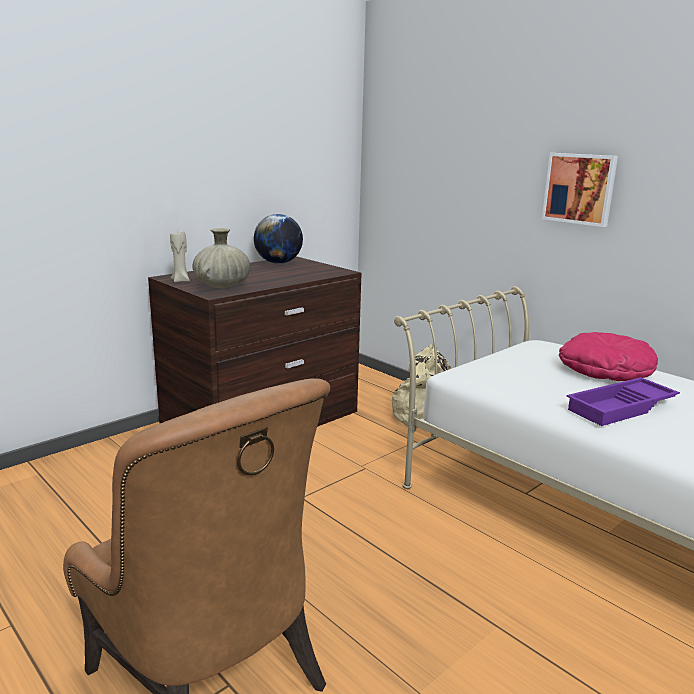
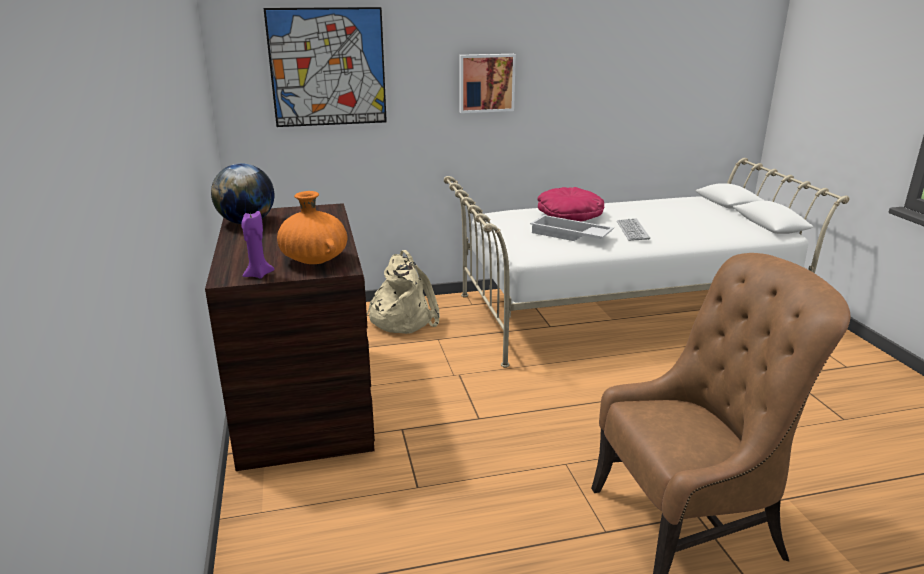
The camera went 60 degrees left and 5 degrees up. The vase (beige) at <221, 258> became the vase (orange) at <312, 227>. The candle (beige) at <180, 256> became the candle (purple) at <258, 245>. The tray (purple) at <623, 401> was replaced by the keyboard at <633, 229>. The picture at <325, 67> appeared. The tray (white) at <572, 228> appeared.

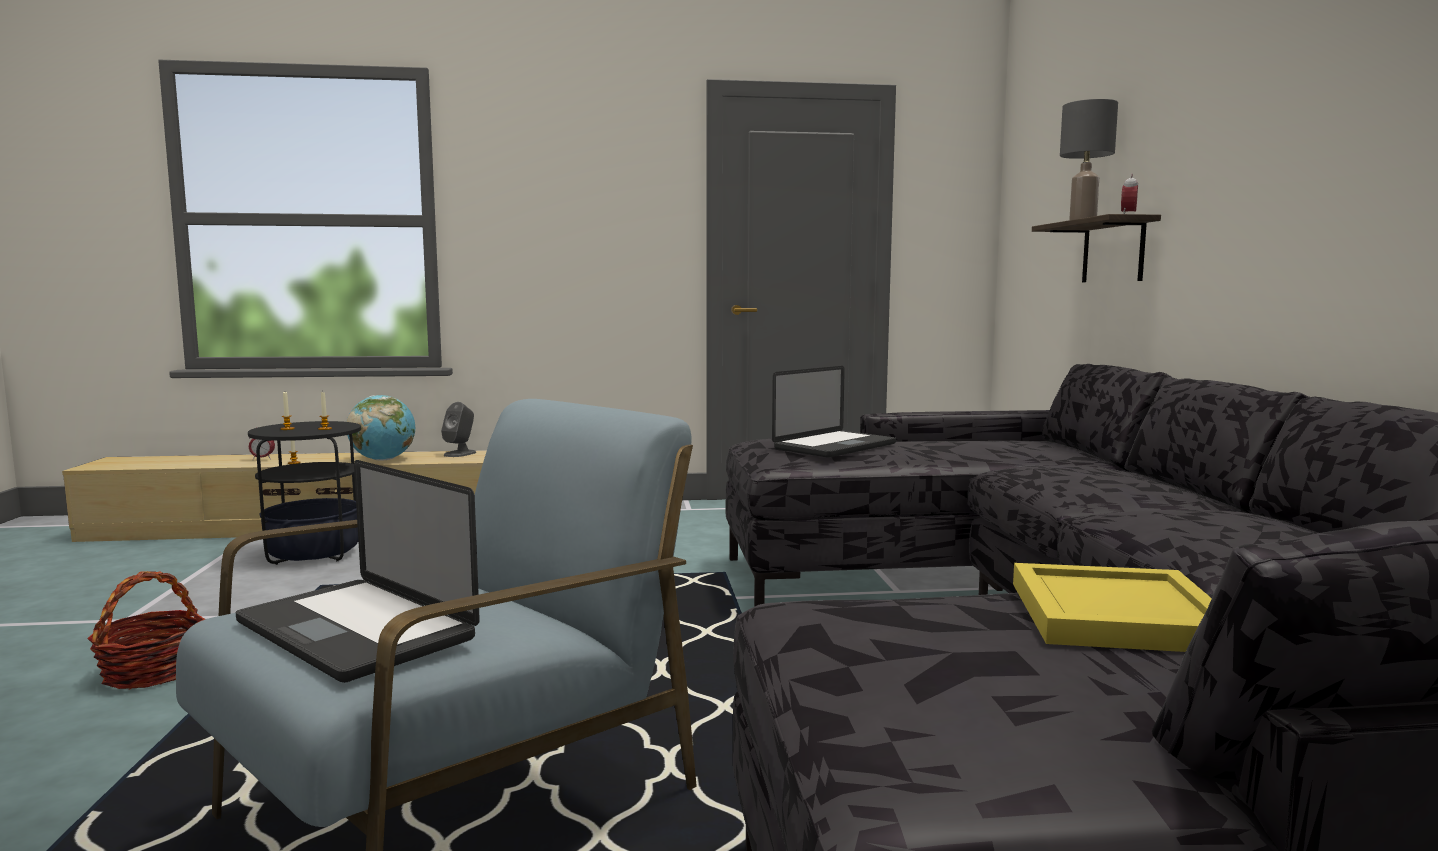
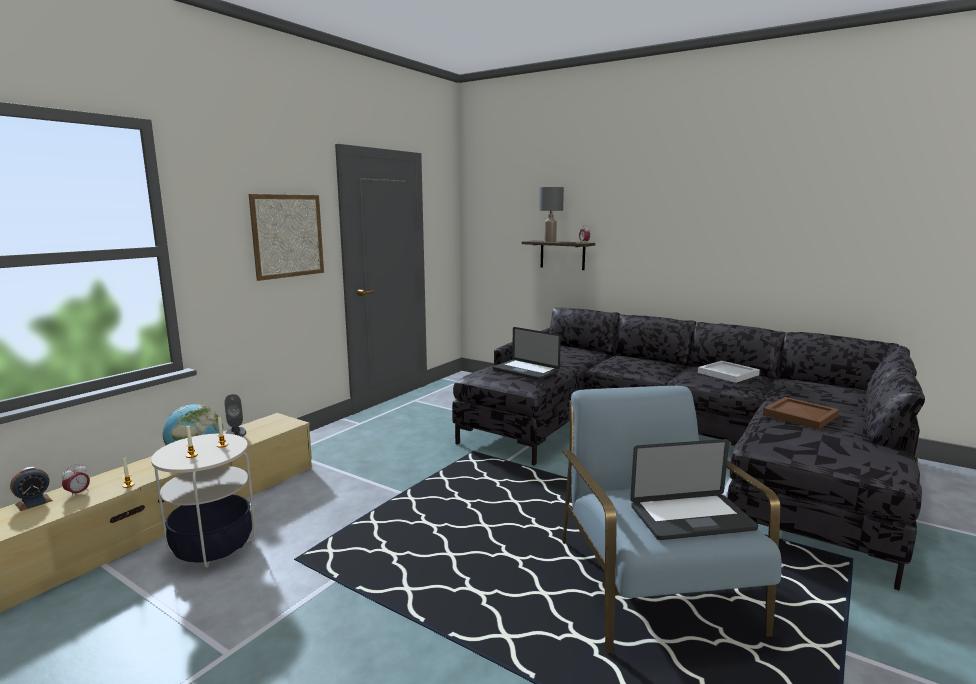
The camera went 50 degrees left and 5 degrees up. The laptop at <834, 412> turned 135 degrees clockwise. The side table (black) at <304, 493> became the side table (beige) at <203, 501>. The tray (yellow) at <1112, 607> became the tray (brown) at <801, 413>. The basket at <146, 630> disappeared. The picture at <286, 236> appeared. The tray (white) at <729, 372> appeared. The alarm clock at <31, 489> appeared.

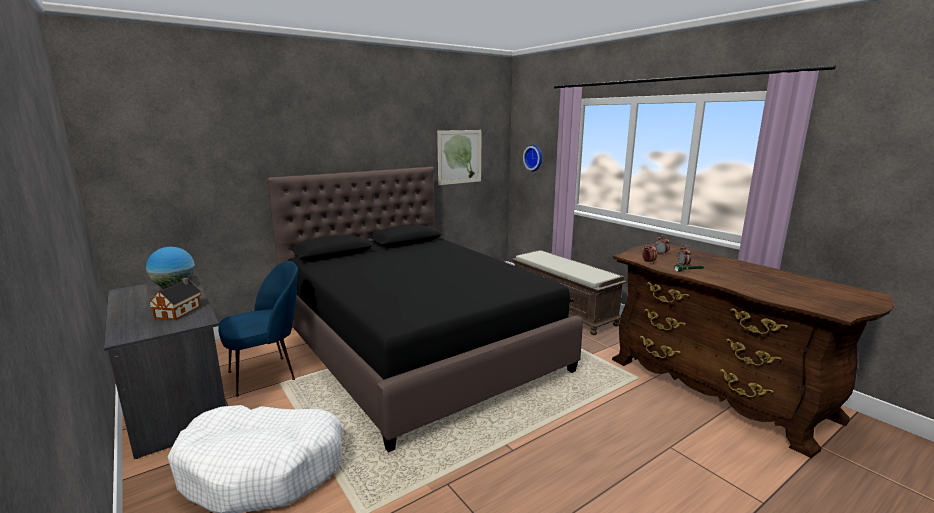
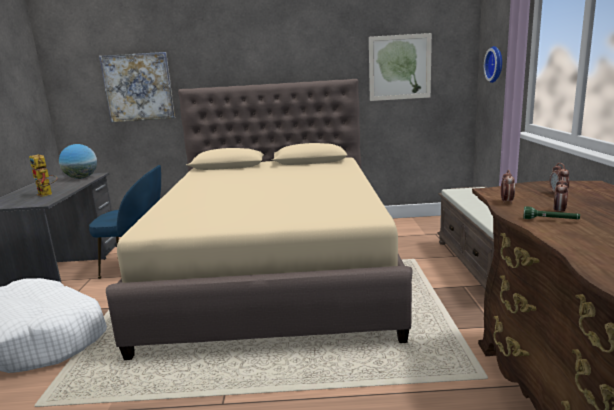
The camera went 35 degrees right and 0 degrees up. The bed (black) at <425, 310> became the bed (beige) at <259, 219>. The toy house at <174, 299> was replaced by the toy robot at <43, 175>. The picture at <137, 87> appeared.

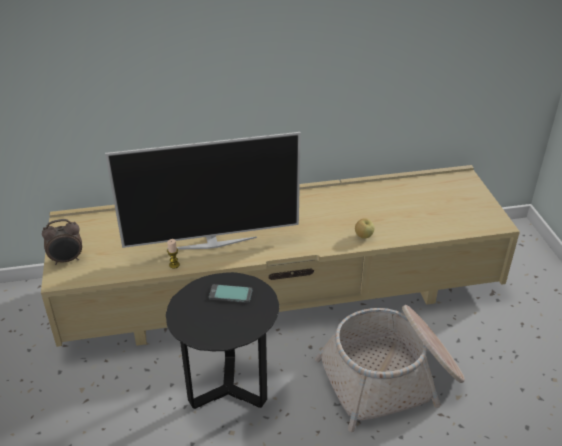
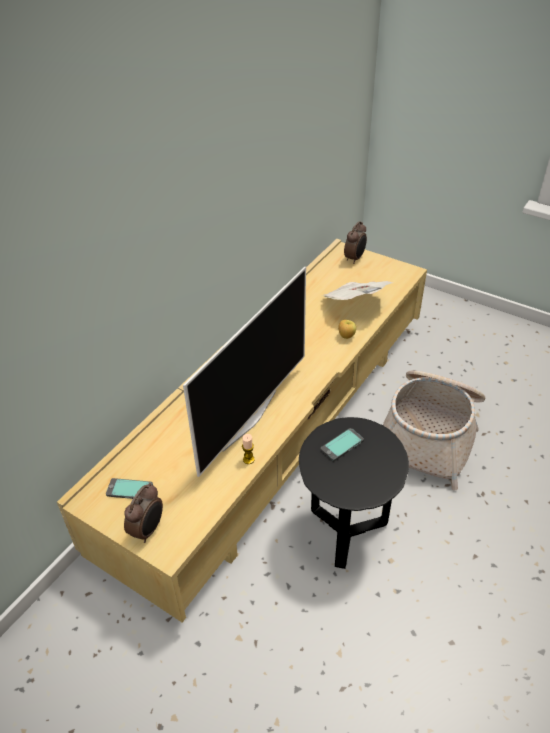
The camera went 45 degrees left and 5 degrees up. The alarm clock at <355, 242> appeared. The newspaper at <357, 290> appeared. The phone at <129, 488> appeared.

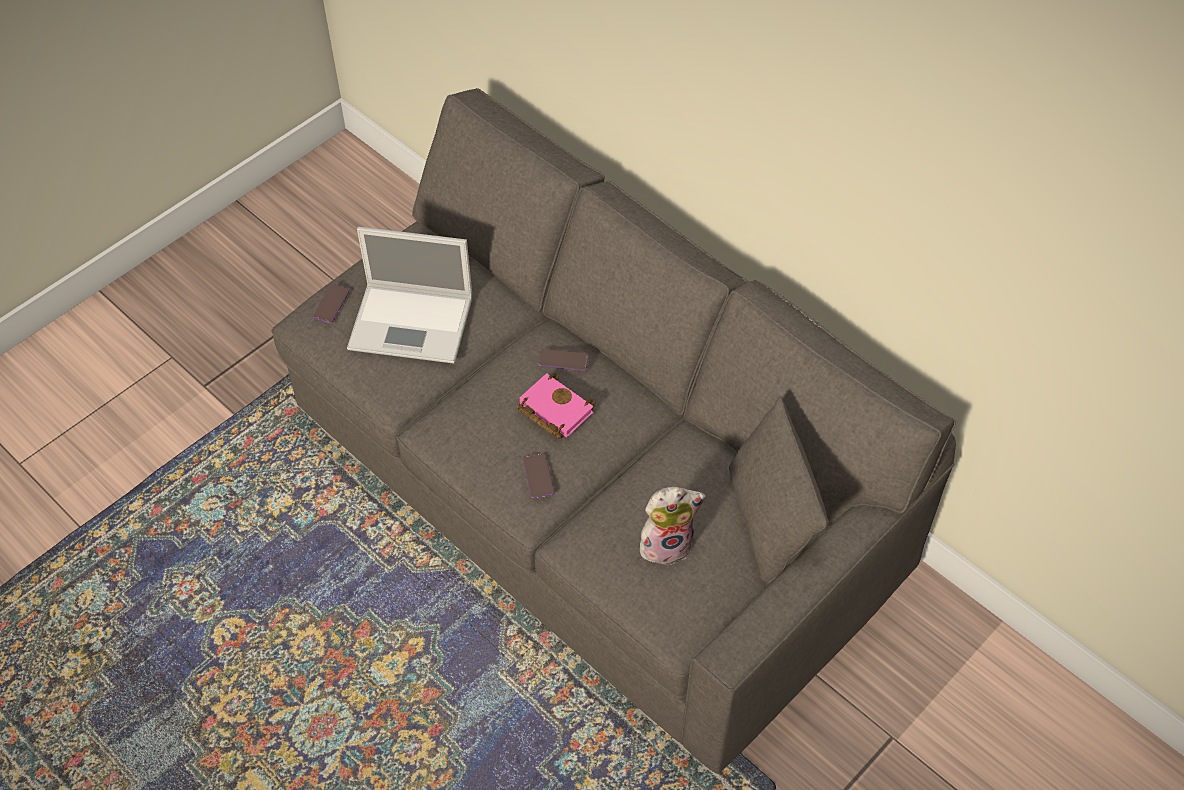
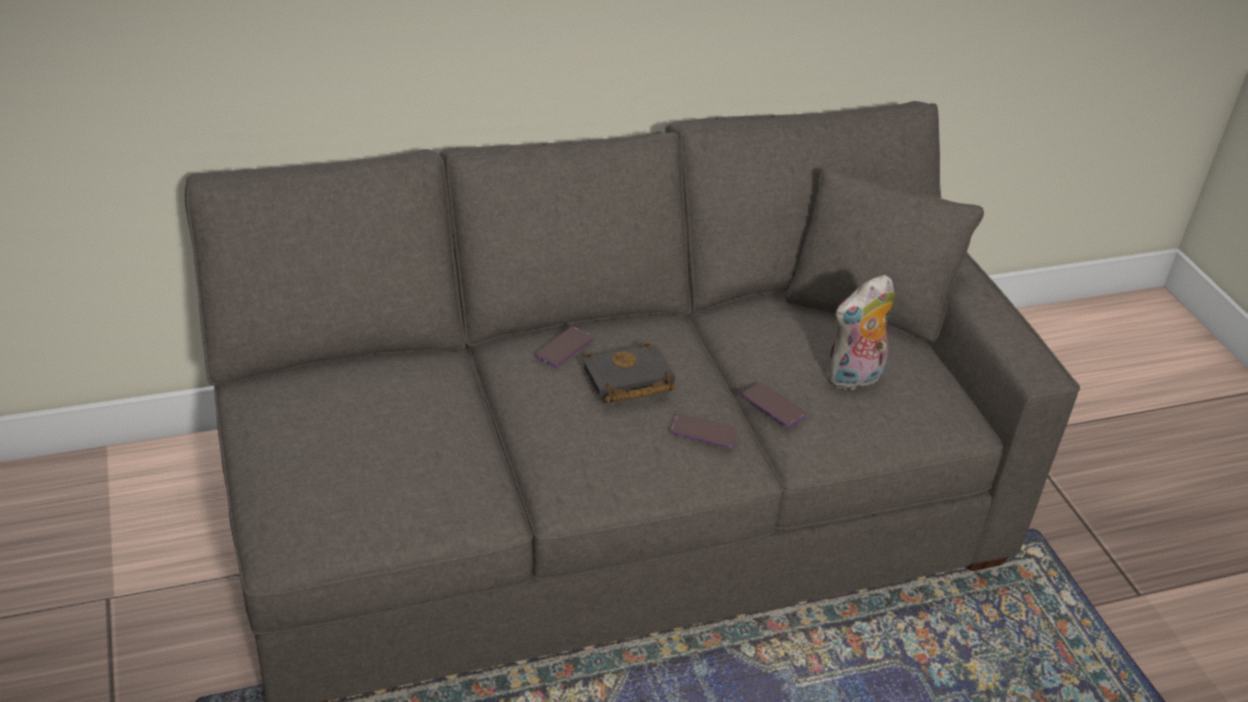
The camera went 65 degrees left and 15 degrees down. The laptop at <409, 295> disappeared. The phone moved from <331, 303> to <774, 405>. The book (pink) at <556, 406> became the book (black) at <628, 373>. The plush toy at <673, 526> turned 135 degrees counterclockwise.

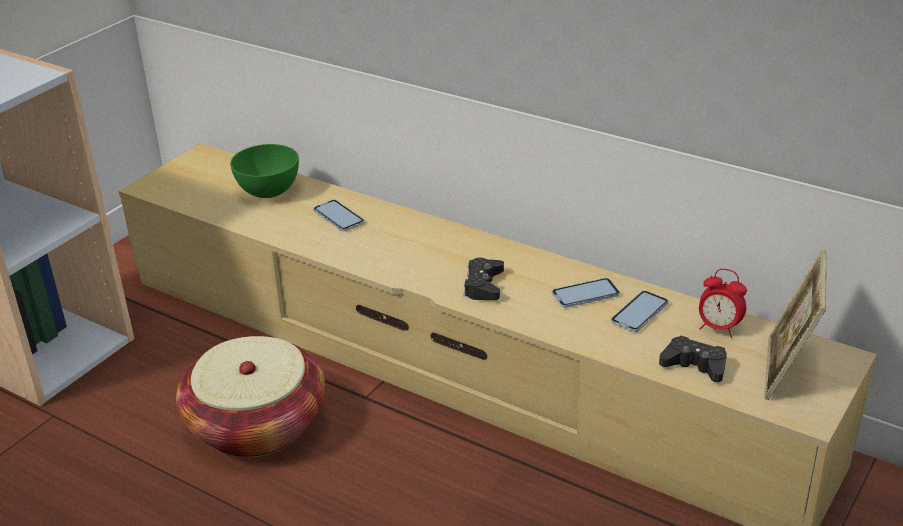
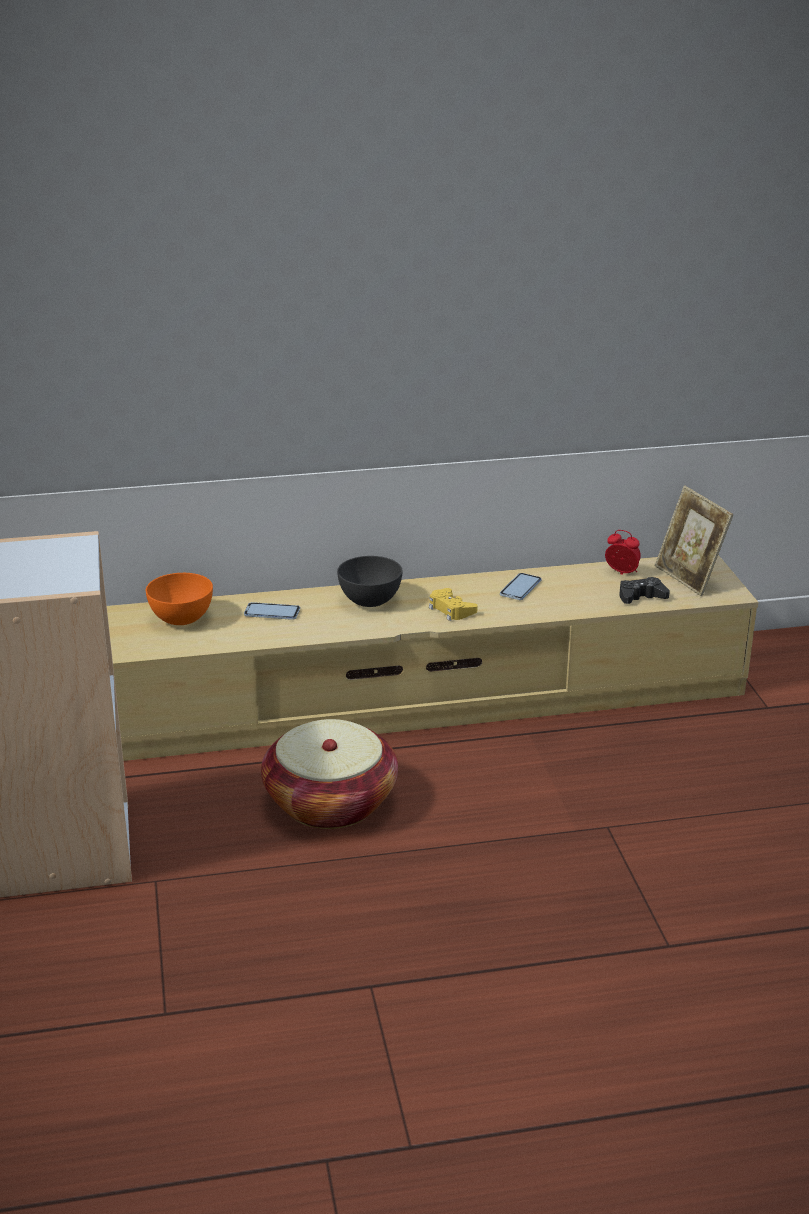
The camera went 45 degrees left and 5 degrees down. The bowl (green) at <264, 171> became the bowl (orange) at <179, 599>. The game controller (black) at <484, 279> became the game controller (yellow) at <453, 604>. The alarm clock at <723, 303> turned 135 degrees counterclockwise. The phone at <640, 311> disappeared. The bowl (grey) at <369, 581> appeared.

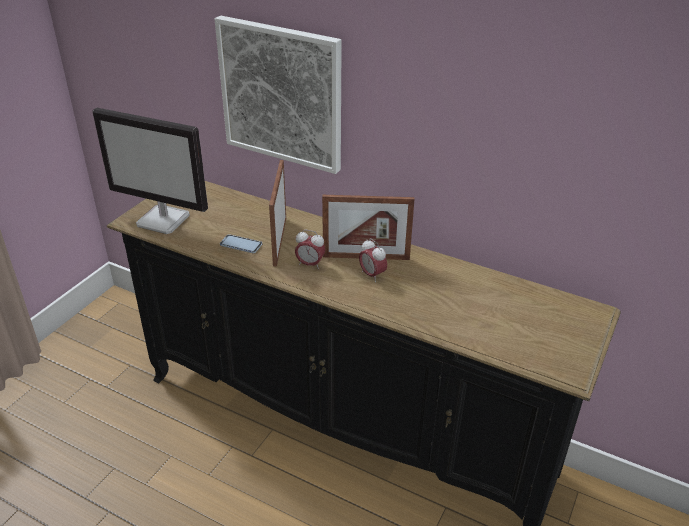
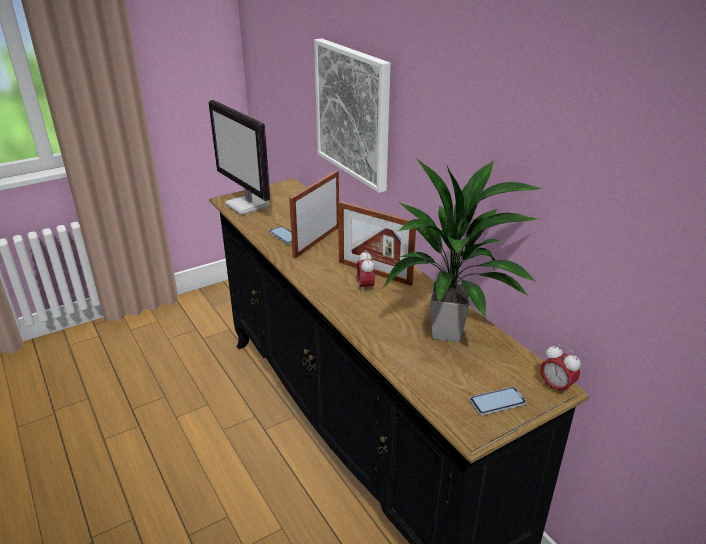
The camera went 30 degrees right and 5 degrees down. The alarm clock moved from <310, 249> to <561, 370>. The potted plant at <463, 249> appeared. The phone at <498, 401> appeared.

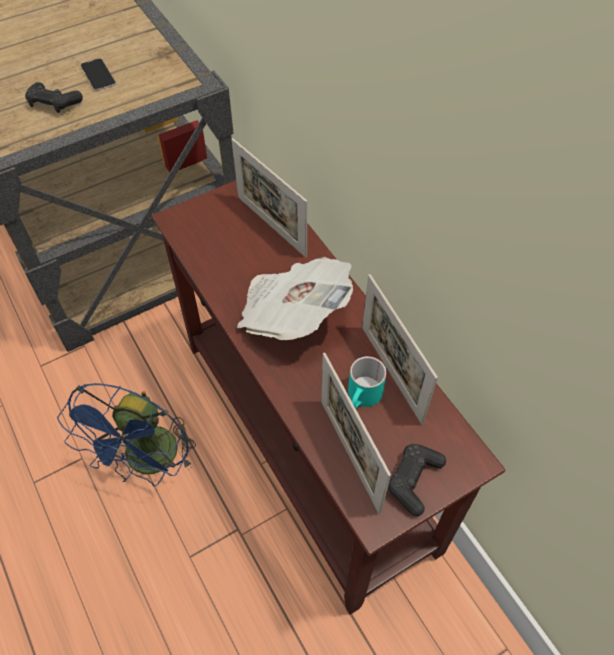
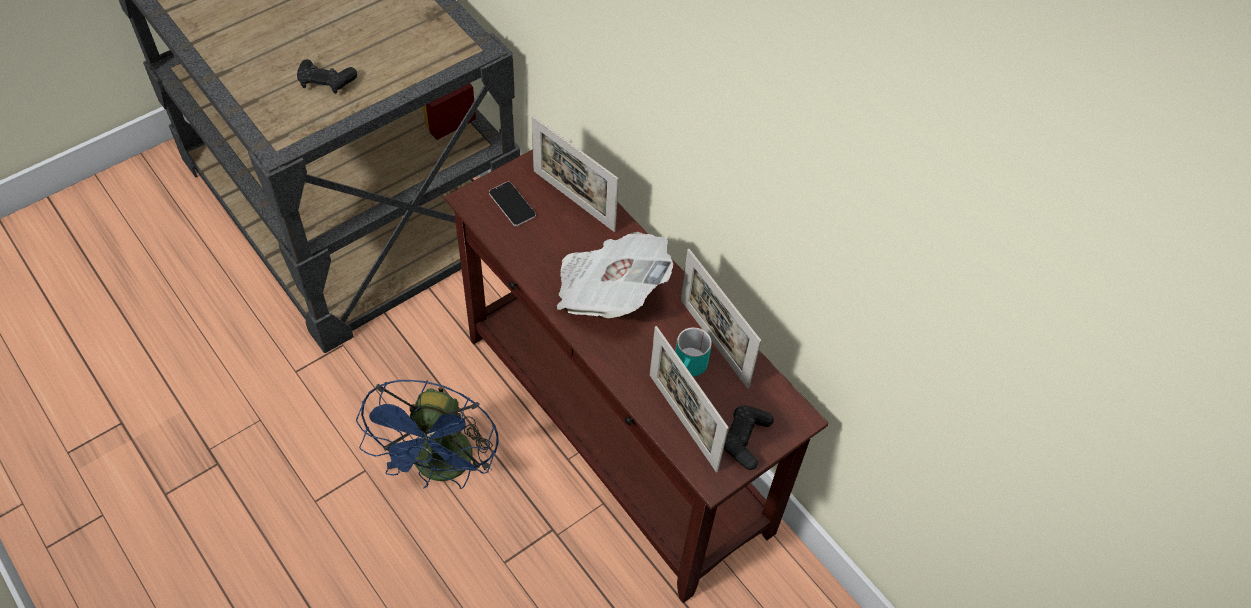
The camera went 10 degrees left and 0 degrees up. The phone moved from <98, 74> to <512, 204>.

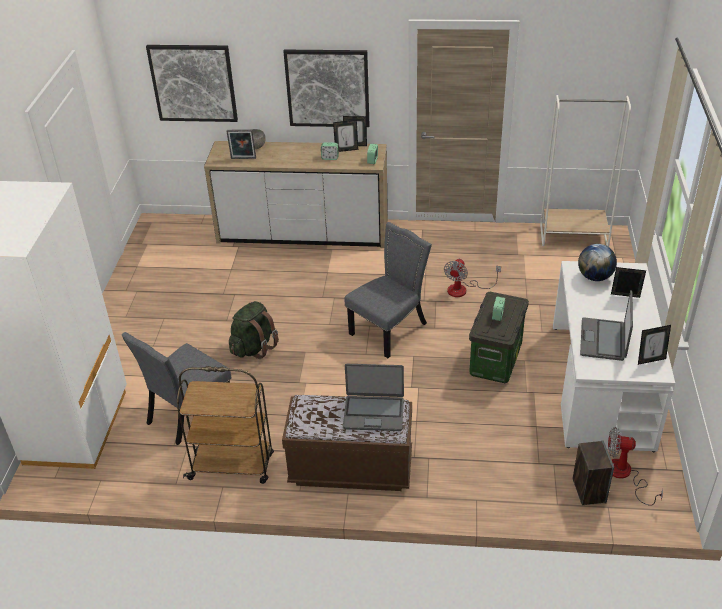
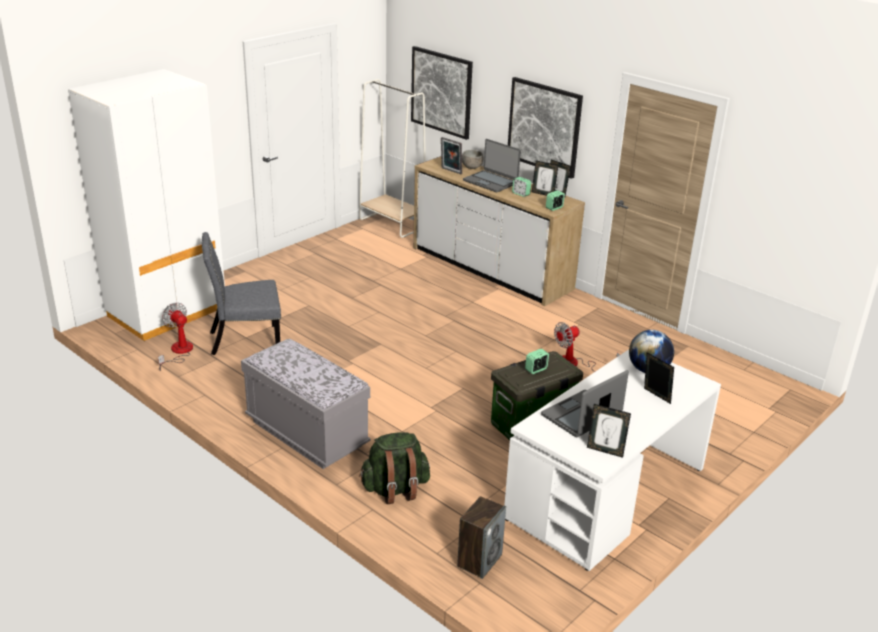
The camera went 35 degrees right and 10 degrees down. The clothes rack moved from <585, 171> to <392, 158>. The chair (grey) at <388, 290> disappeared. The backpack (green) moved from <254, 330> to <394, 468>. The laptop moved from <373, 397> to <492, 166>. The cart (brown) at <225, 425> disappeared. The bench (brown) at <347, 443> became the bench (grey) at <306, 404>. The fan moved from <635, 466> to <175, 337>.

